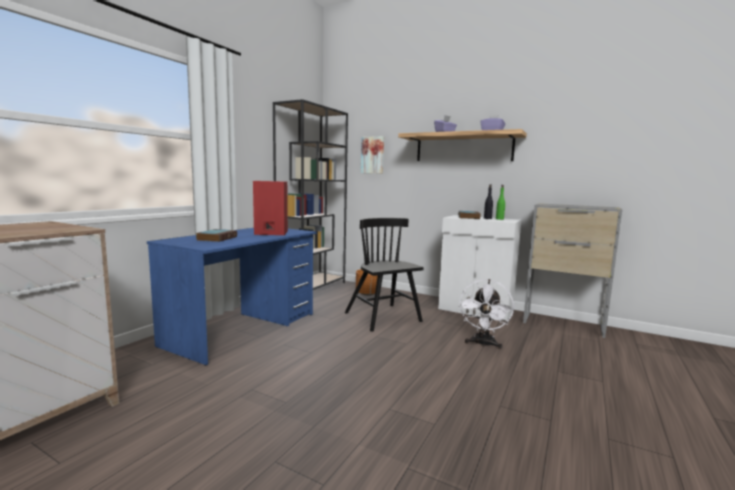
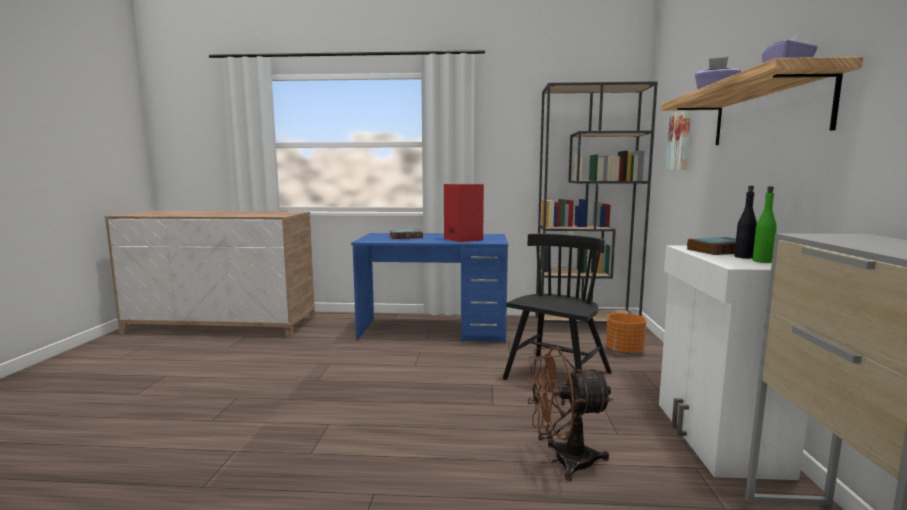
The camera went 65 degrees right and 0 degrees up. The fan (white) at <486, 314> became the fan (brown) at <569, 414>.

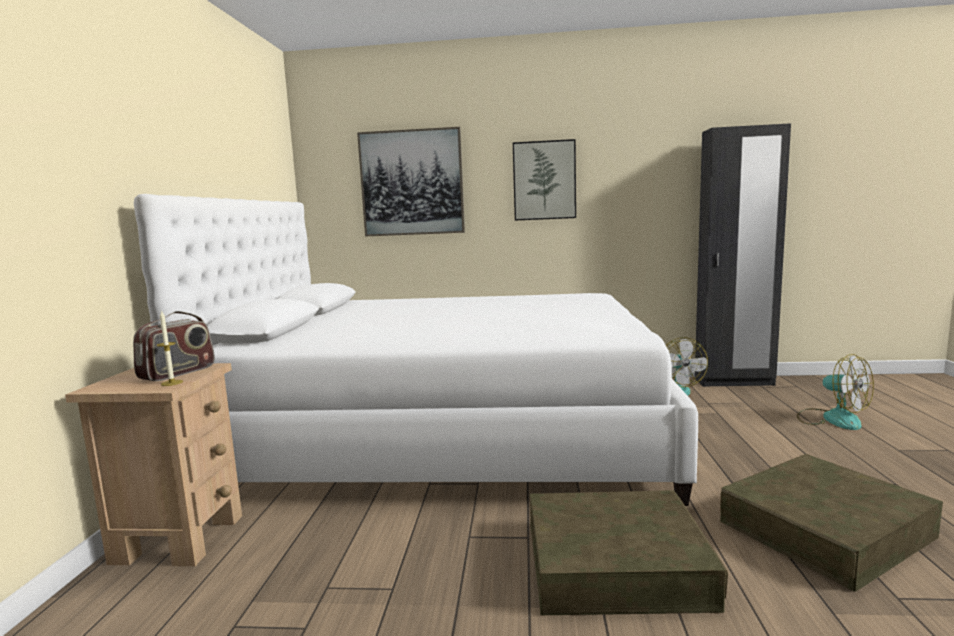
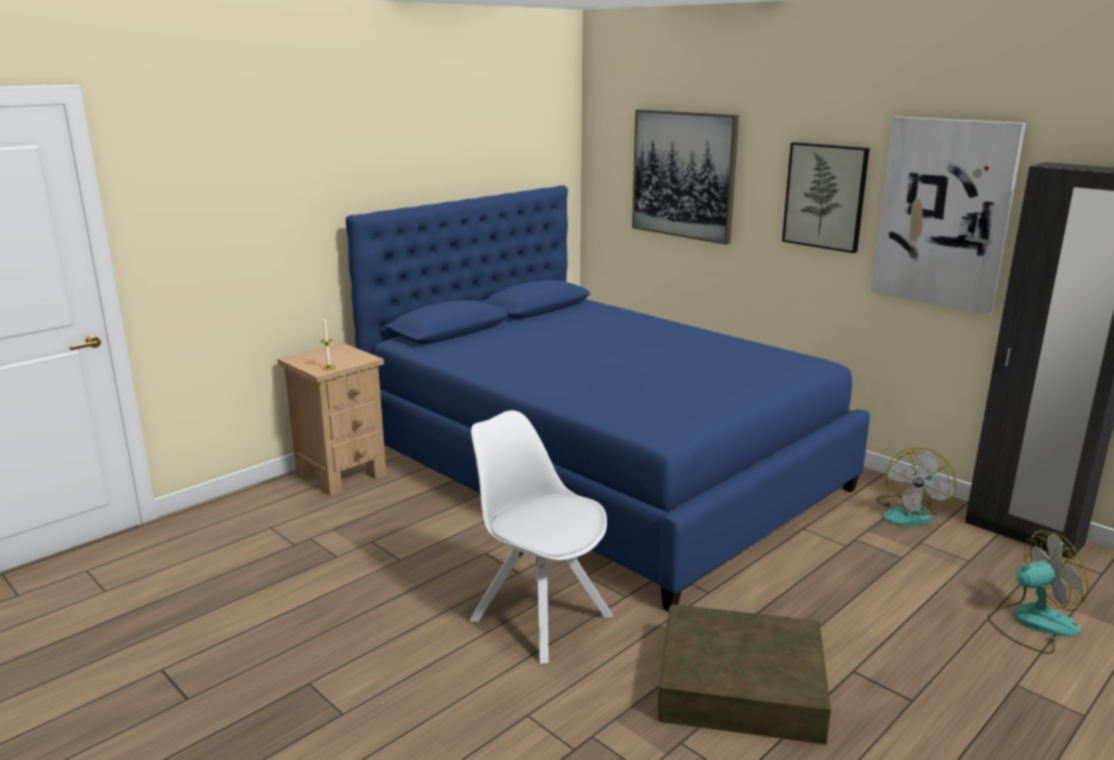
The camera went 40 degrees right and 10 degrees up. The bed (white) at <416, 350> became the bed (blue) at <608, 398>. The radio at <174, 346> disappeared. The fan at <835, 392> turned 105 degrees counterclockwise. The storage box (brown) at <629, 552> was replaced by the chair (white) at <541, 537>. The picture at <948, 216> appeared.

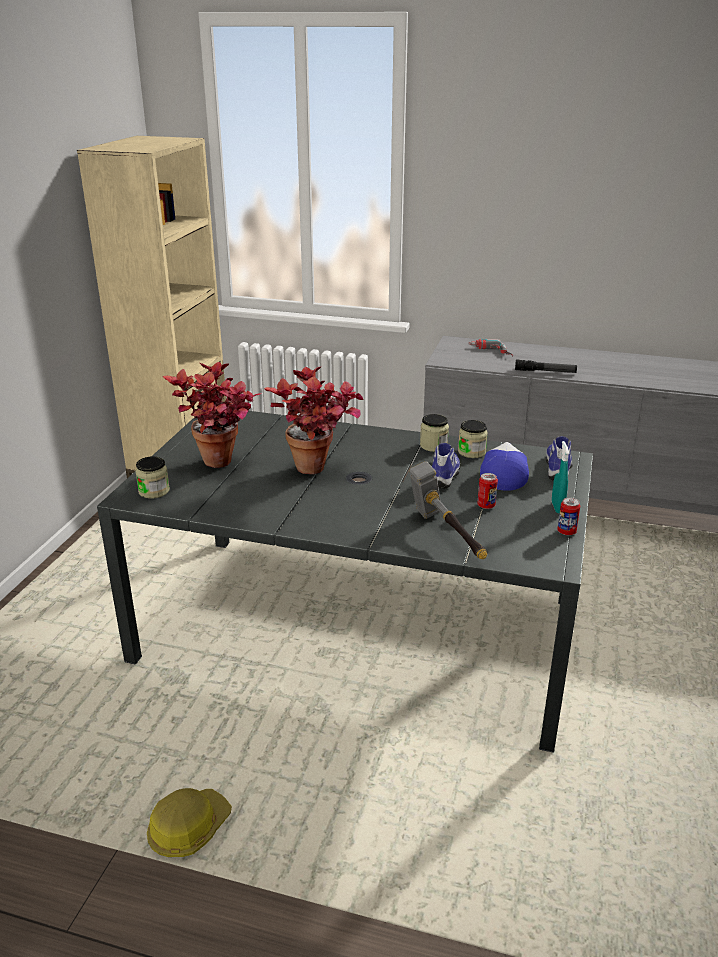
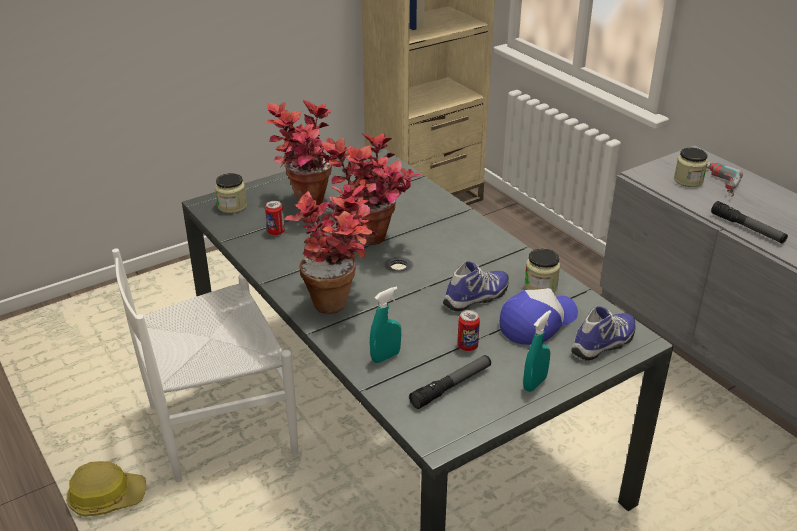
The camera went 40 degrees right and 5 degrees up. The jar moved from <434, 433> to <691, 167>. The hammer at <448, 510> was replaced by the spray bottle (turquoise) at <385, 325>. The can moved from <569, 516> to <275, 218>. The potted plant at <330, 249> appeared. The chair (white) at <205, 365> appeared. The flashlight at <450, 382> appeared.

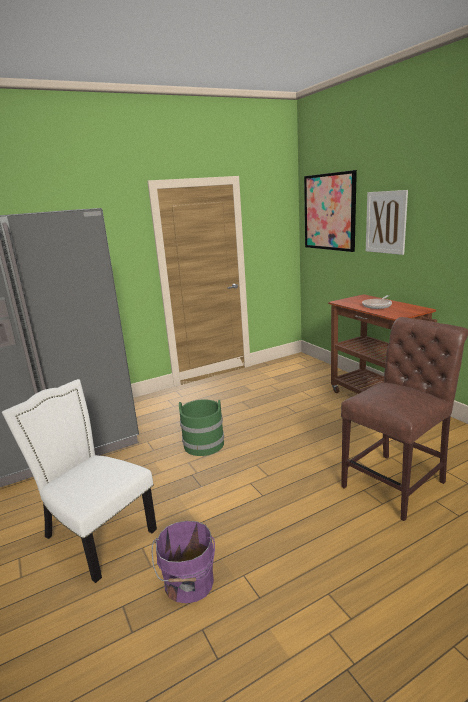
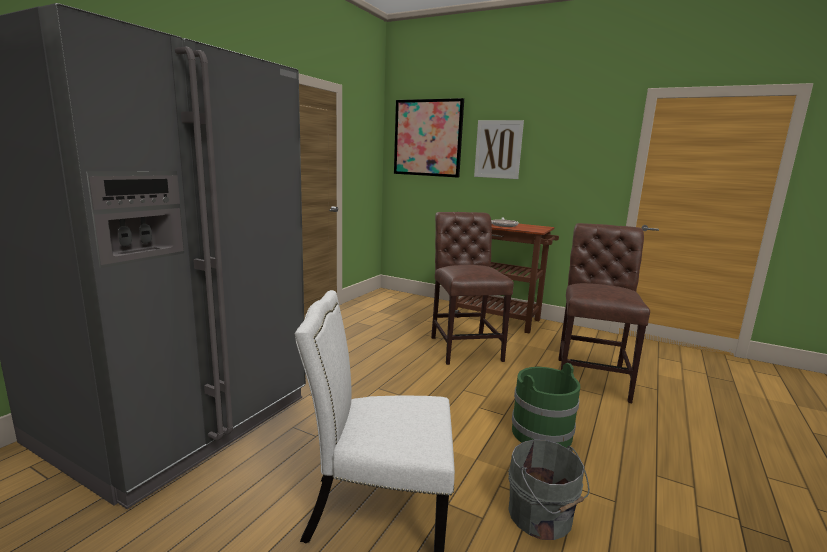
The camera went 35 degrees left and 5 degrees down. The bucket (green) moved from <201, 427> to <546, 405>. The bucket (purple) at <183, 562> became the bucket (grey) at <549, 489>. The chair (brown) at <472, 288> appeared.

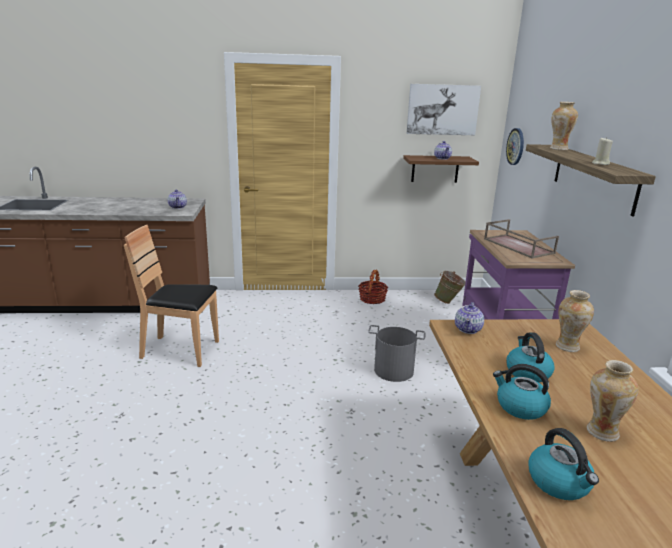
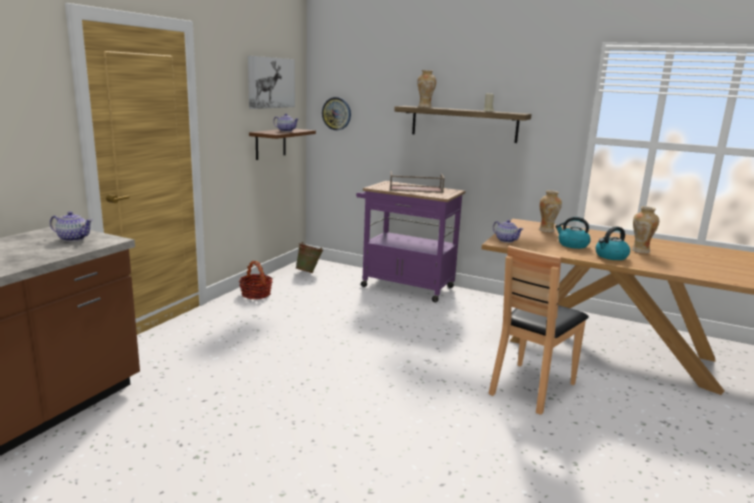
The camera went 60 degrees left and 5 degrees down. The chair (brown) moved from <171, 296> to <538, 330>. The bucket (grey) at <397, 353> disappeared. The kettle at <563, 464> disappeared.

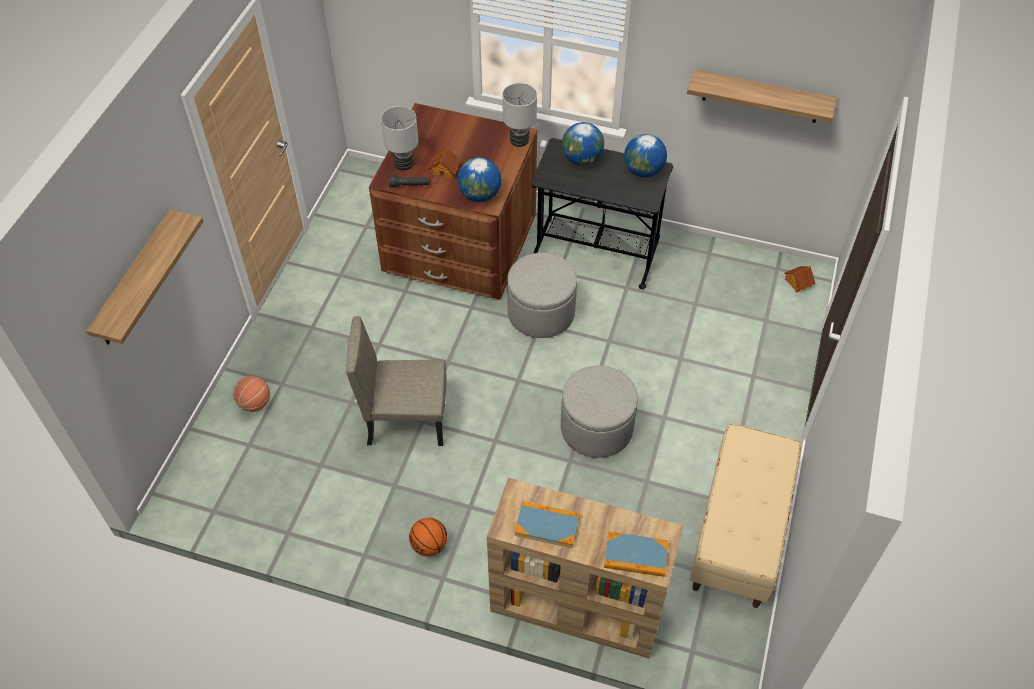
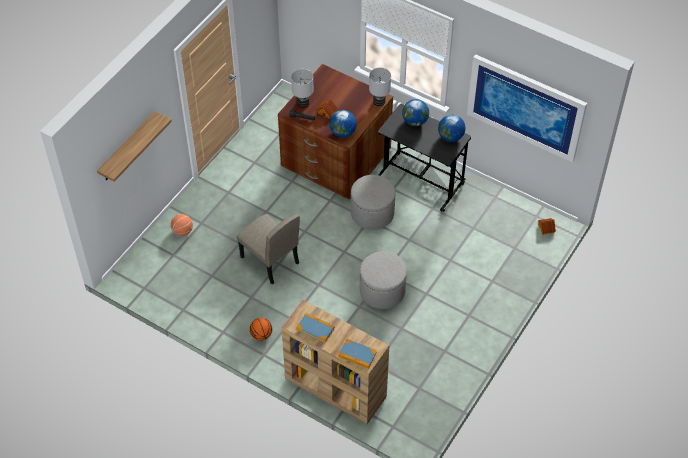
The camera went 15 degrees right and 0 degrees up. The shelf at <762, 96> was replaced by the picture at <527, 108>. The chair (beige) at <396, 381> turned 150 degrees counterclockwise. The bench (beige) at <745, 516> disappeared.

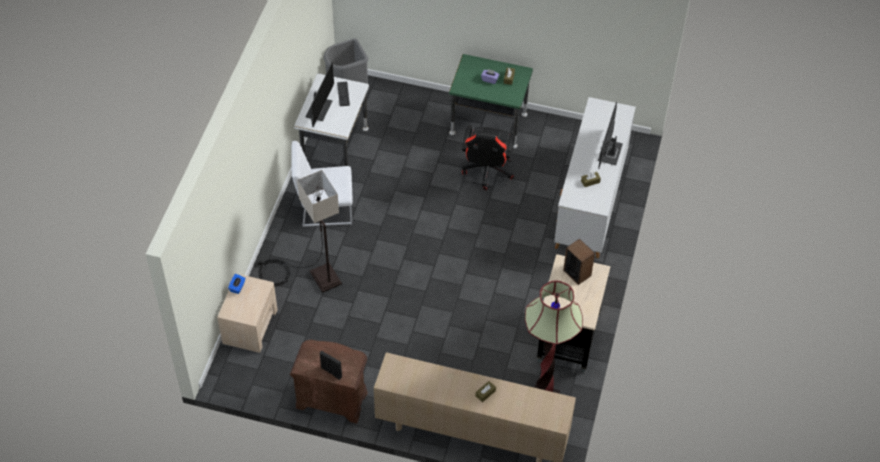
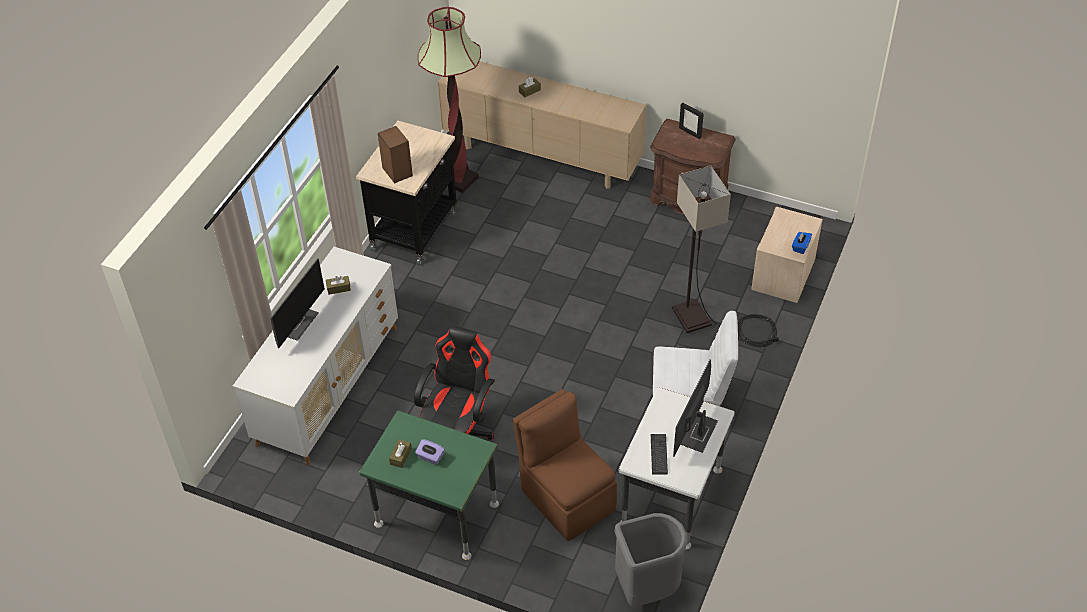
The camera went 170 degrees left and 5 degrees down. The chair (brown) at <565, 465> appeared.

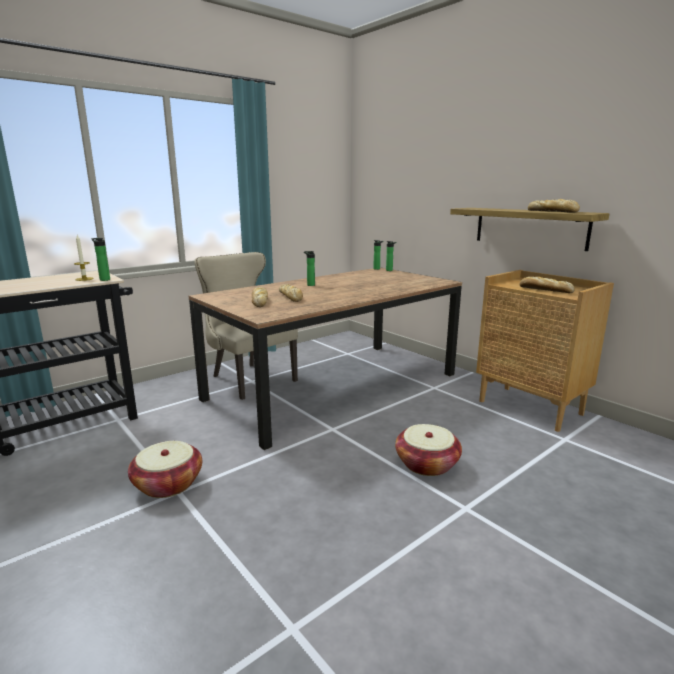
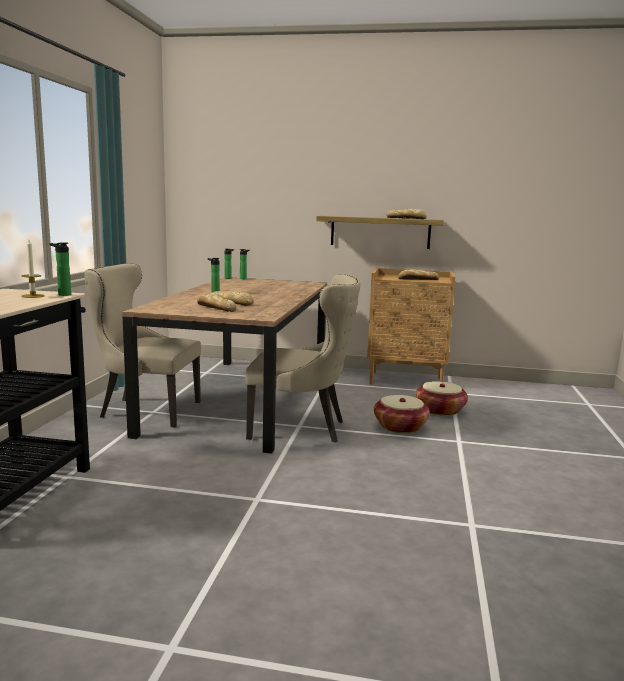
The camera went 40 degrees left and 5 degrees down. The basket moved from <165, 469> to <442, 398>. The chair (beige) at <302, 358> appeared.

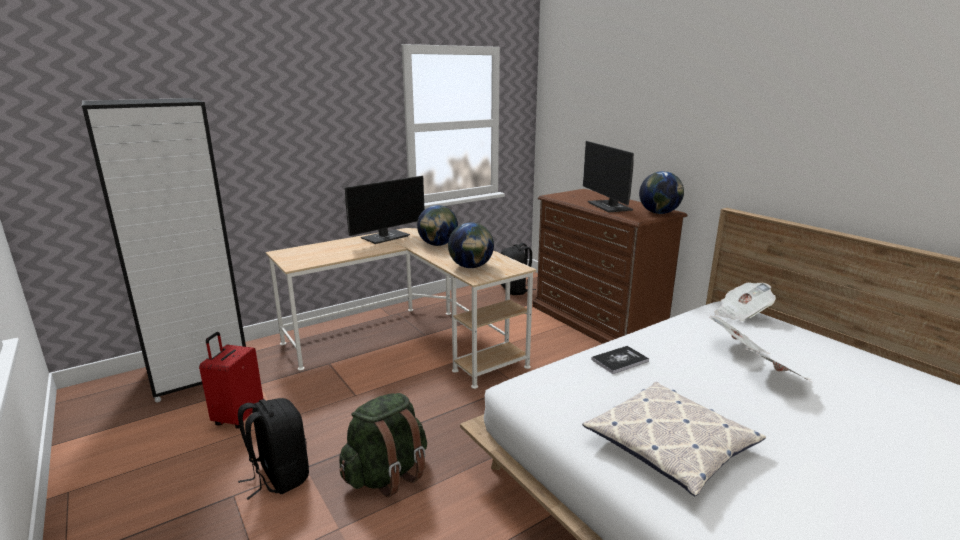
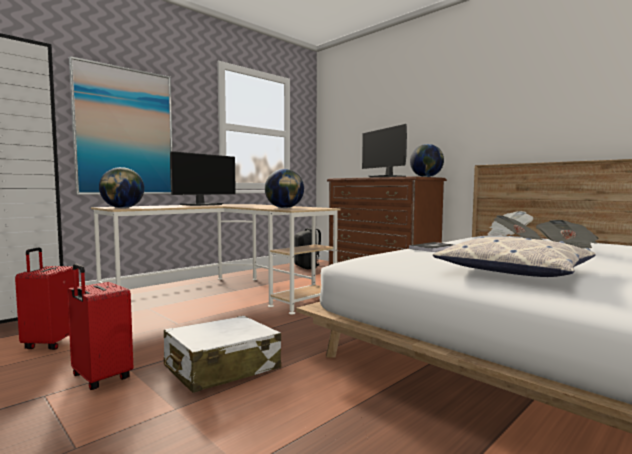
The camera went 10 degrees left and 15 degrees down. The globe moved from <437, 225> to <121, 187>. The backpack (green) at <383, 445> was replaced by the suitcase (white) at <222, 354>. The backpack (black) at <273, 448> was replaced by the suitcase (red) at <100, 327>. The picture at <121, 125> appeared.

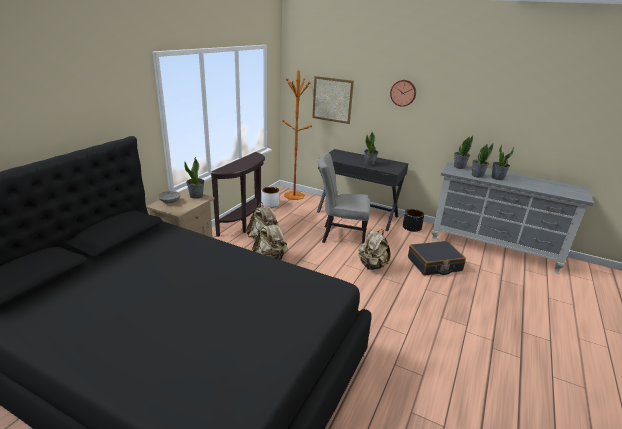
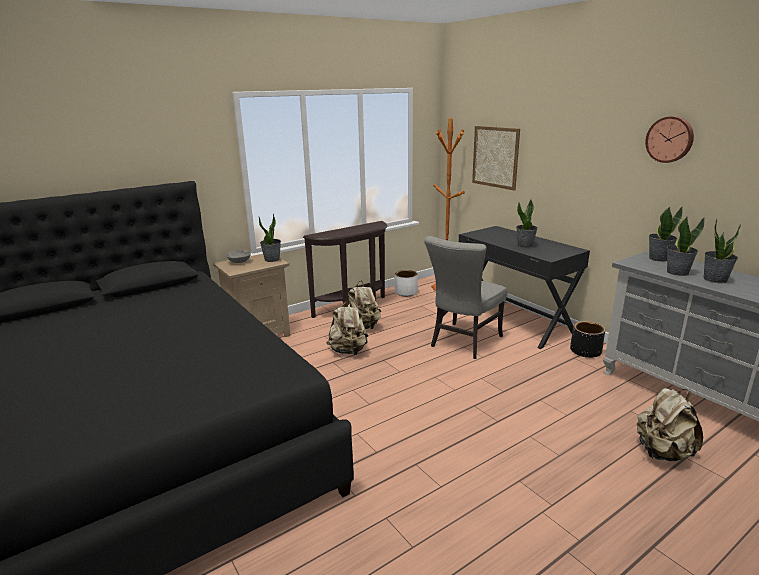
The camera went 30 degrees right and 5 degrees down. The wall clock moved from <403, 93> to <669, 139>. The chair (grey) at <344, 198> turned 90 degrees counterclockwise. The backpack (beige) moved from <374, 250> to <670, 424>. The suitcase (black) at <437, 258> disappeared.

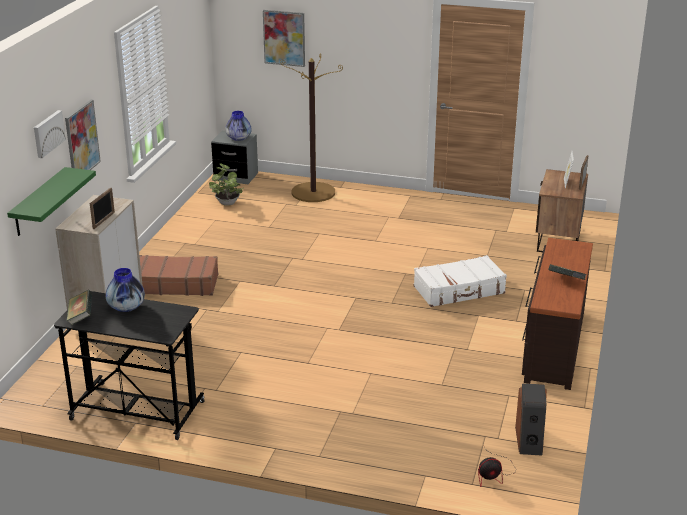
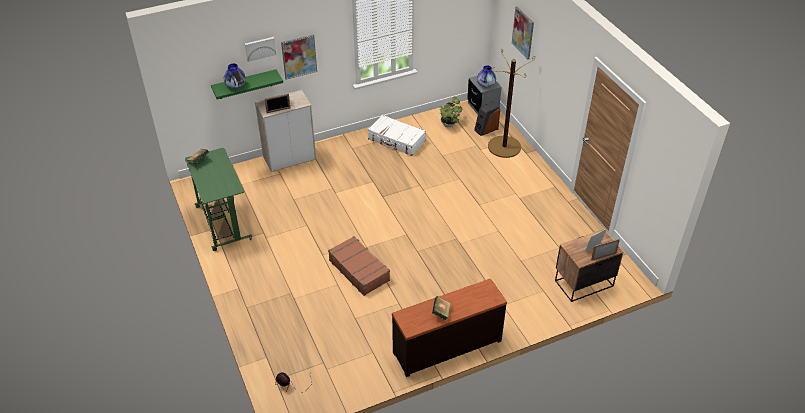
The camera went 50 degrees right and 15 degrees up. The suitcase (brown) moved from <178, 275> to <359, 266>. The suitcase (white) moved from <460, 281> to <397, 135>. The vase moved from <125, 290> to <235, 76>. The desk (black) at <129, 365> became the desk (green) at <218, 199>. The speaker moved from <531, 419> to <487, 118>.

